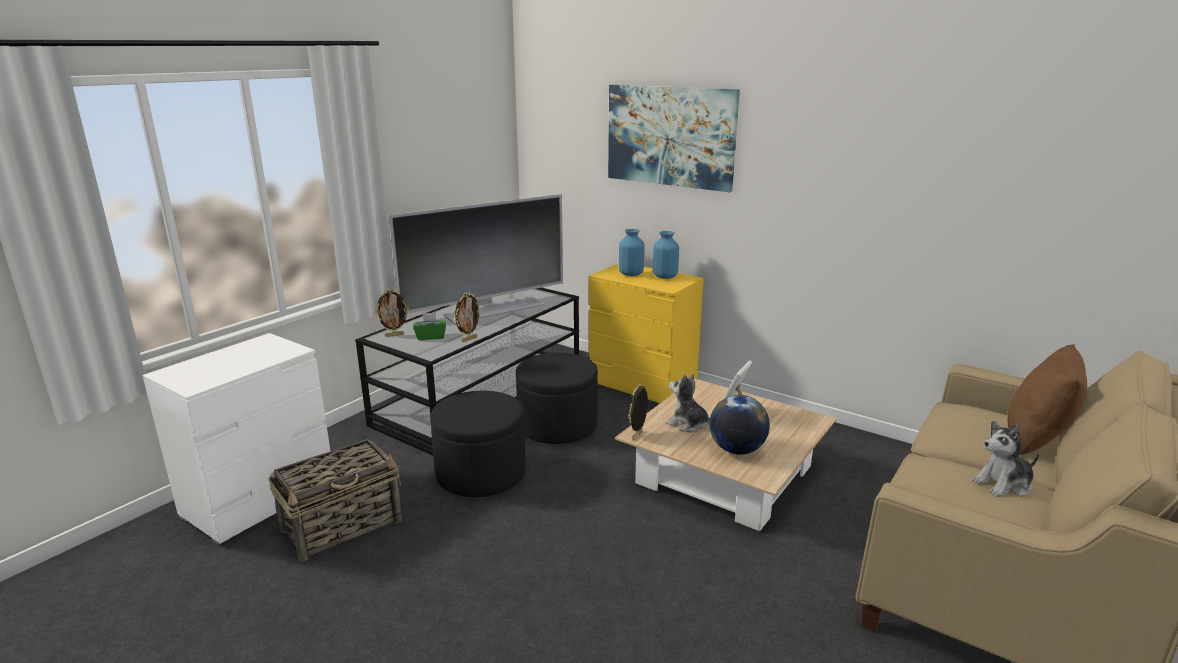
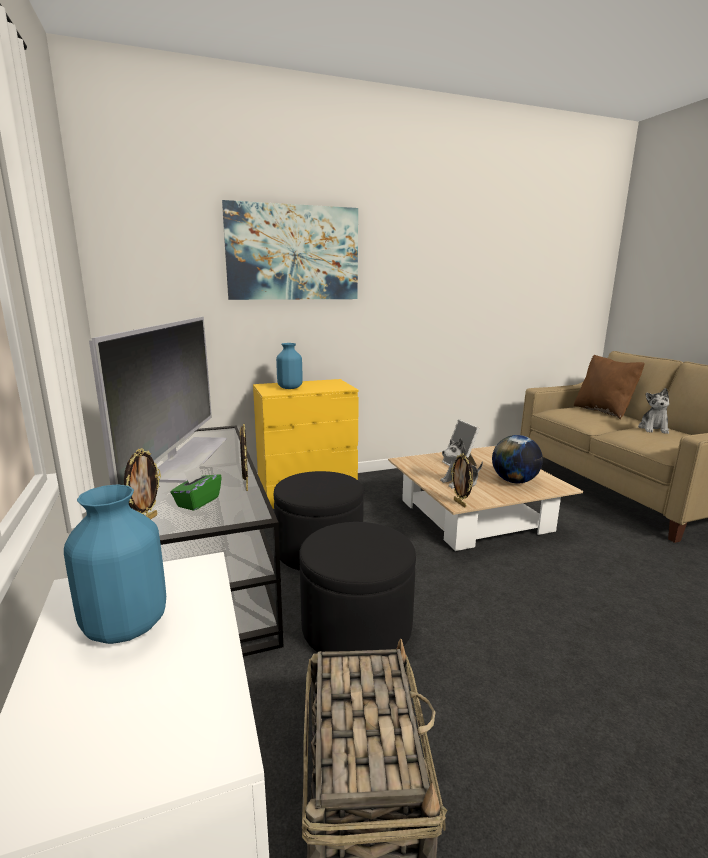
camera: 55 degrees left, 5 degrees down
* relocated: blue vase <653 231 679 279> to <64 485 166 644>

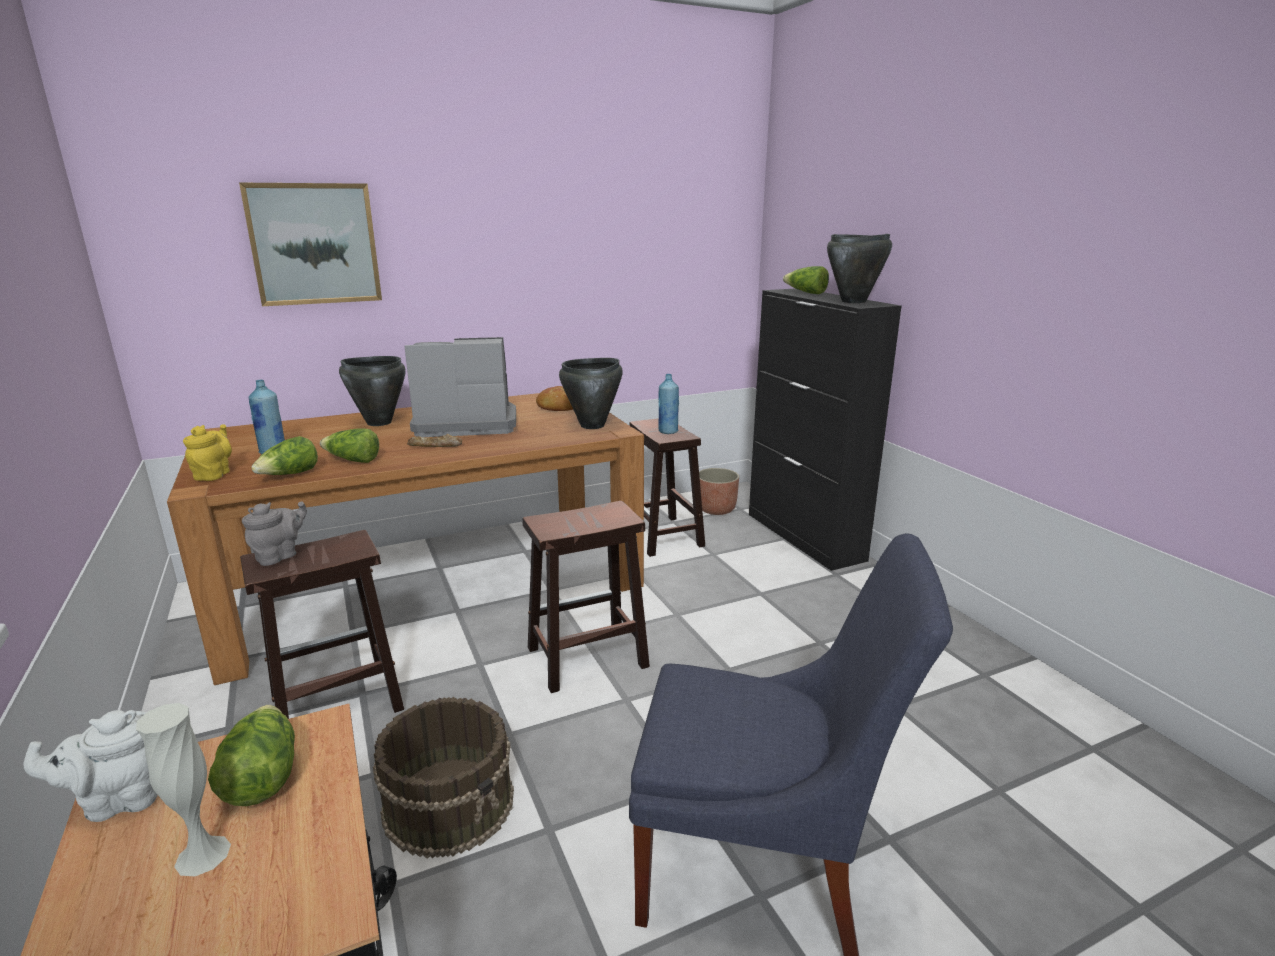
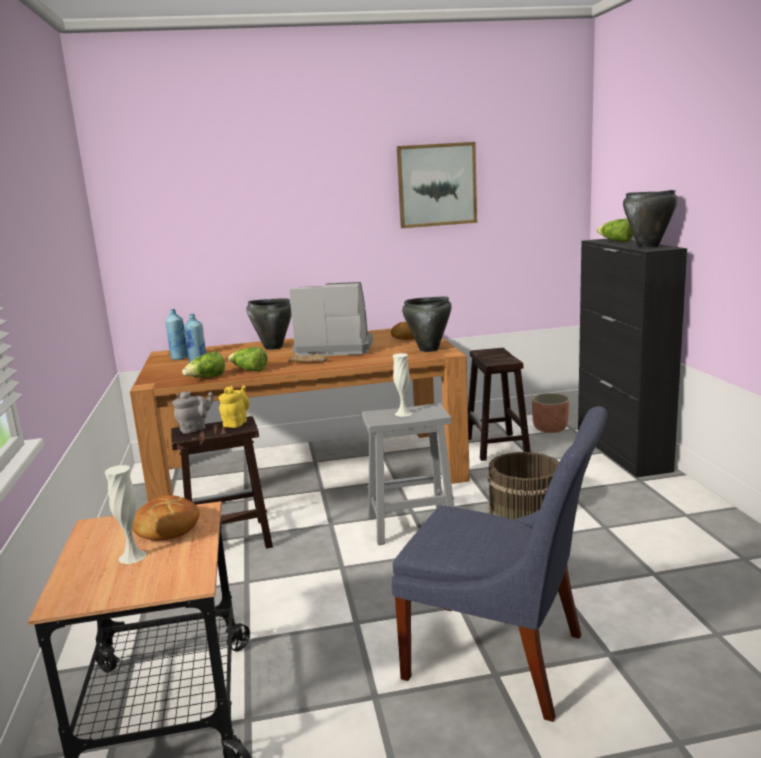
camera: 15 degrees right, 5 degrees down
* relocated: picture <239 183 382 306> to <397 142 477 228>
* relocated: blue bottle <659 374 679 434> to <166 309 188 360>
* relocated: yellow teapot <183 424 232 481> to <219 385 250 428>
* colour: brown stool <522 501 650 693> to grey stool <362 403 454 545>
* relocated: brown bucket <373 697 514 859> to <488 452 559 519>
* exchanged: lettuce <208 705 295 806> to bread <132 495 200 540>
* missing: white teapot <24 710 158 822>
* appeared: white vase <393 353 412 417>

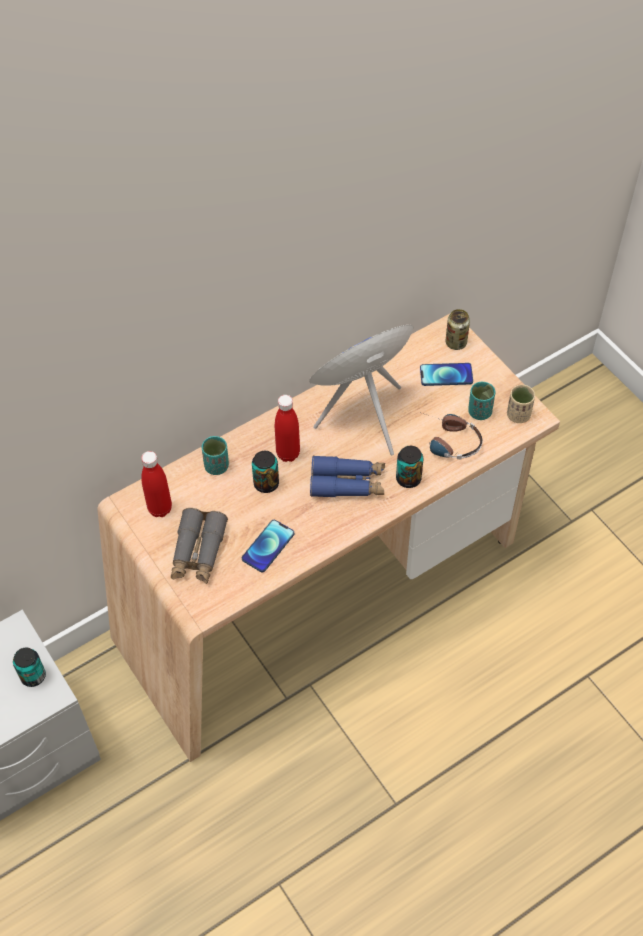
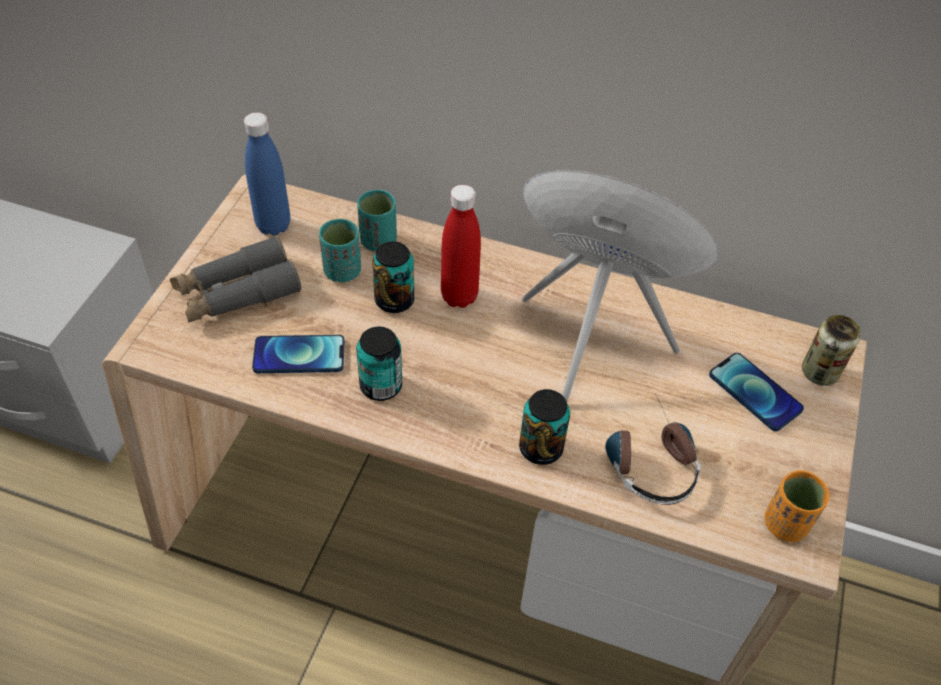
camera: 50 degrees right, 5 degrees down
* relocated: turquoise cup <468 382 495 420> to <319 219 361 282>
* colour: beige cup <507 385 535 423> to orange cup <764 470 829 542>
* colour: red bottle <141 451 172 517> to blue bottle <244 112 290 236>
* missing: blue binoculars <310 456 385 498>
* relocated: can <13 648 46 687> to <356 327 402 401>

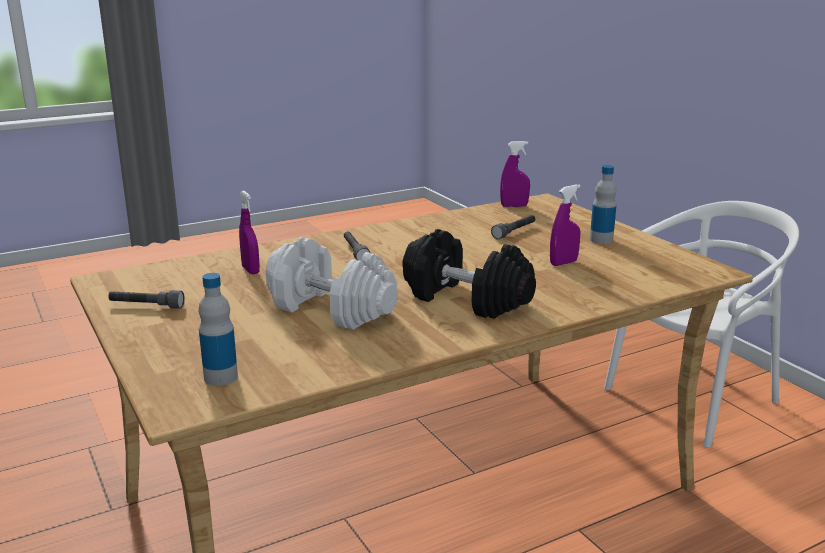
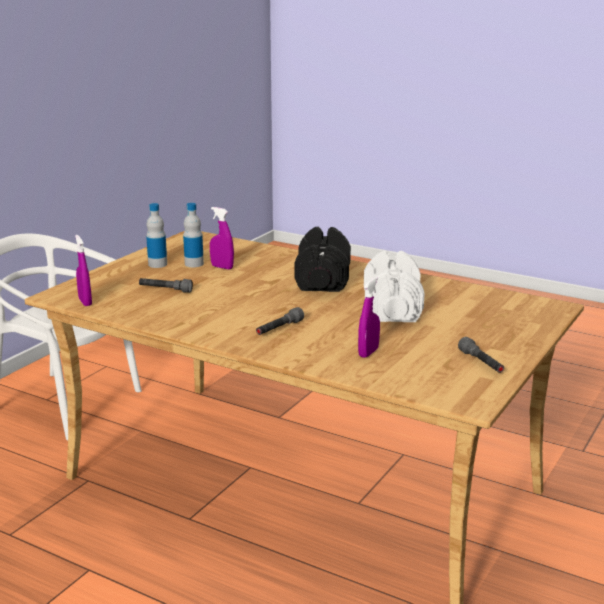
camera: 120 degrees left, 0 degrees up
* relocated: bottle <198 273 238 386> to <183 203 204 267>

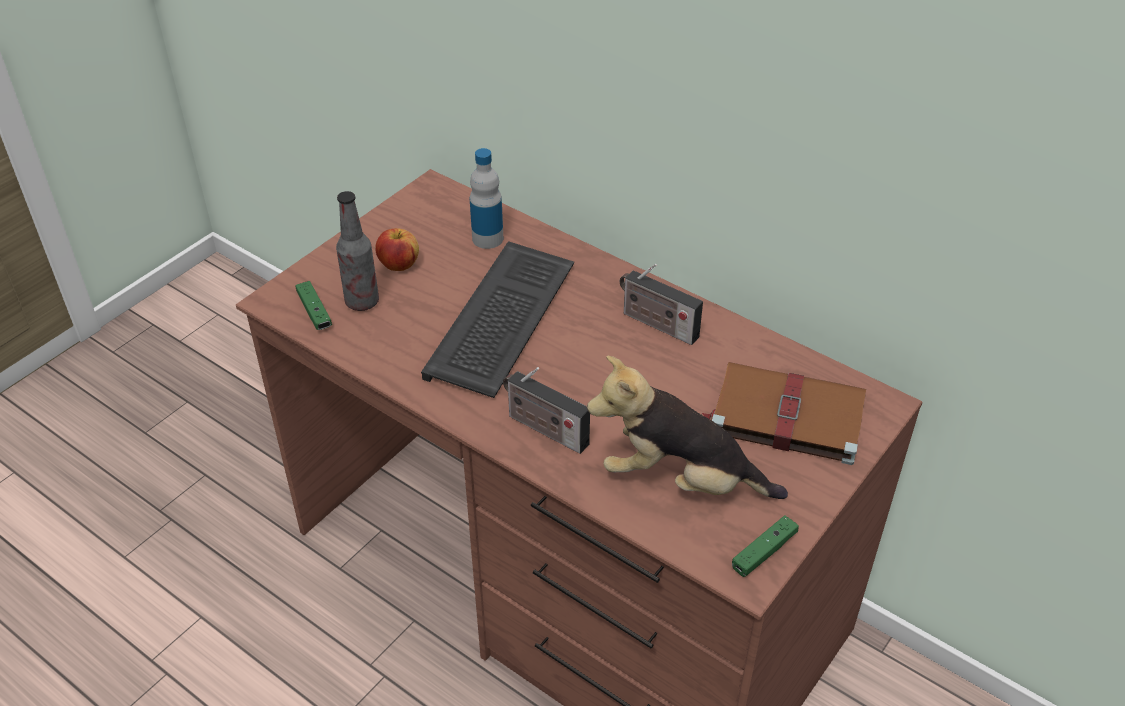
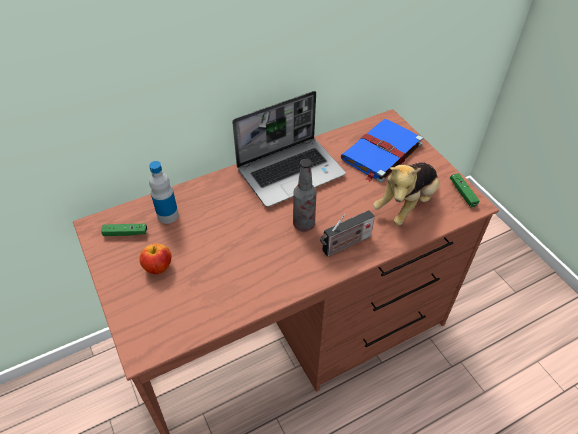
camera: 65 degrees left, 5 degrees up
* relocated: bottle <336 191 379 311> to <293 159 317 231>
* missing: keyboard <421 241 574 398>
* exchanged: radio <619 264 703 345> to laptop <232 91 346 207>
* relocated: green game controller <295 281 332 330> to <101 224 147 236>
* colour: brown book <702 362 866 465> to blue book <341 119 423 182>

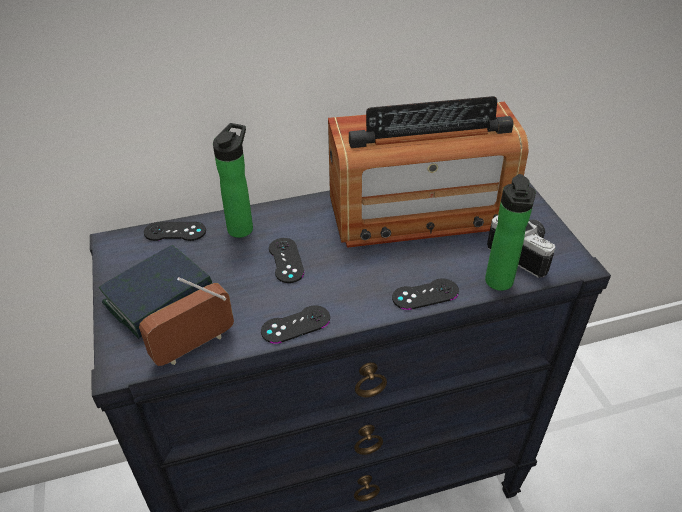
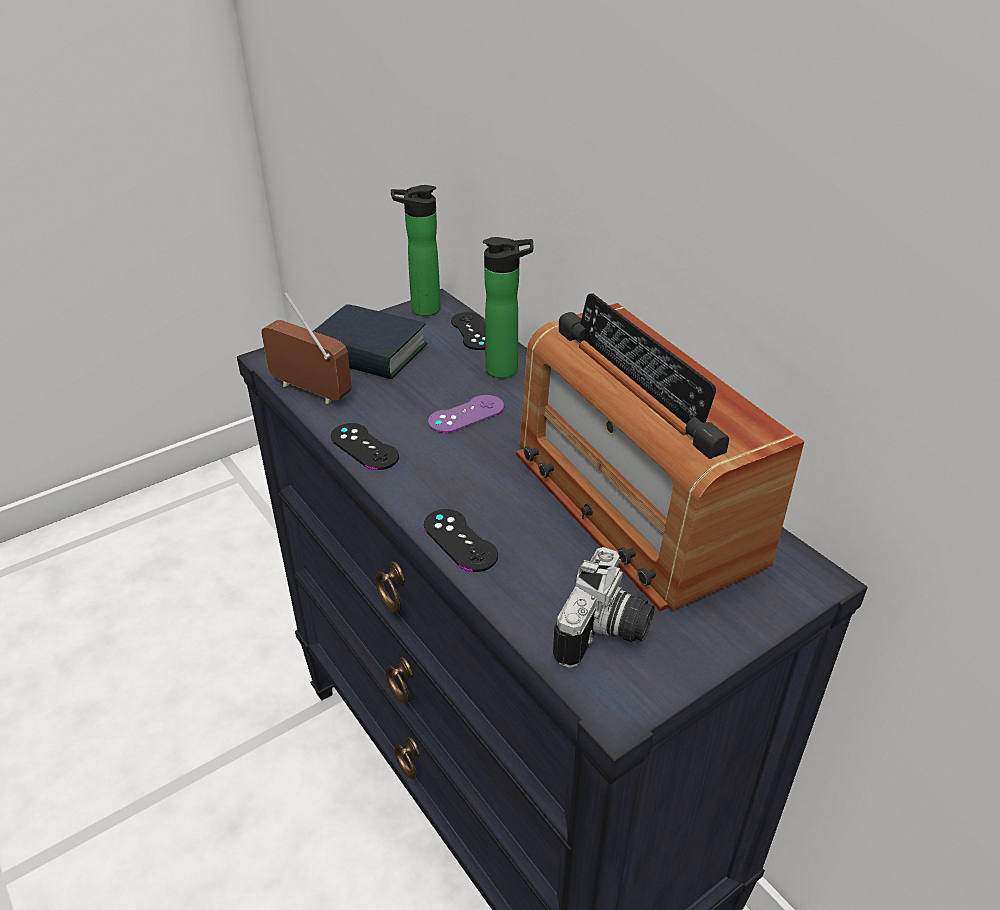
camera: 70 degrees right, 5 degrees down
* relocated: bottle <485 174 536 291> to <391 185 441 316>
* colour: black game controller <269 238 304 283> to purple game controller <428 395 504 433>

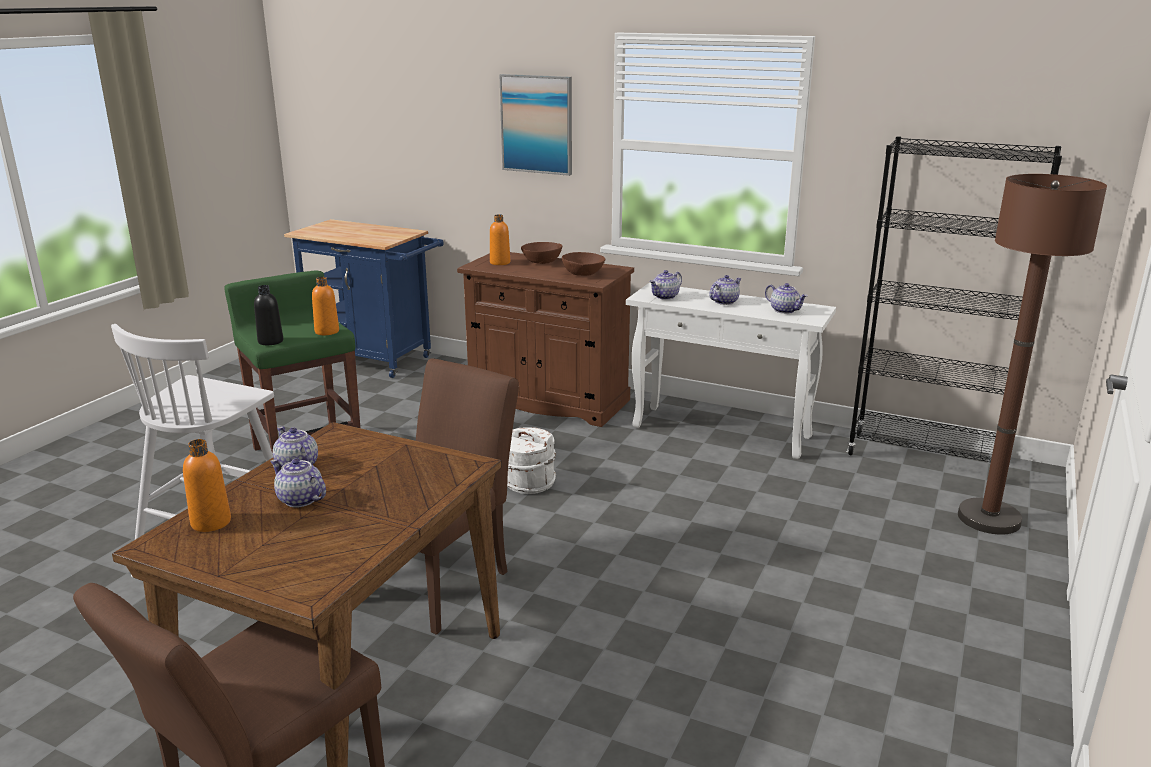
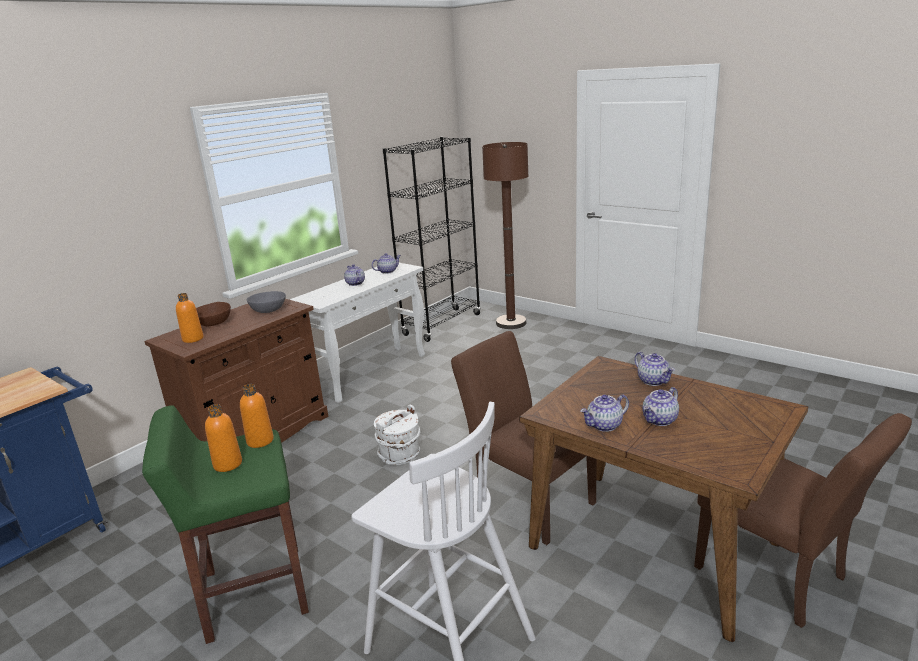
camera: 75 degrees left, 0 degrees up
* missing: picture <500 74 572 176>
* colour: brown bowl <562 252 605 276> to grey bowl <247 291 286 313>
* relocated: teapot <649 270 682 300> to <635 352 675 386>
* missing: black bottle <254 285 283 345>
* relocated: orange bottle <183 439 231 532> to <205 404 242 472>

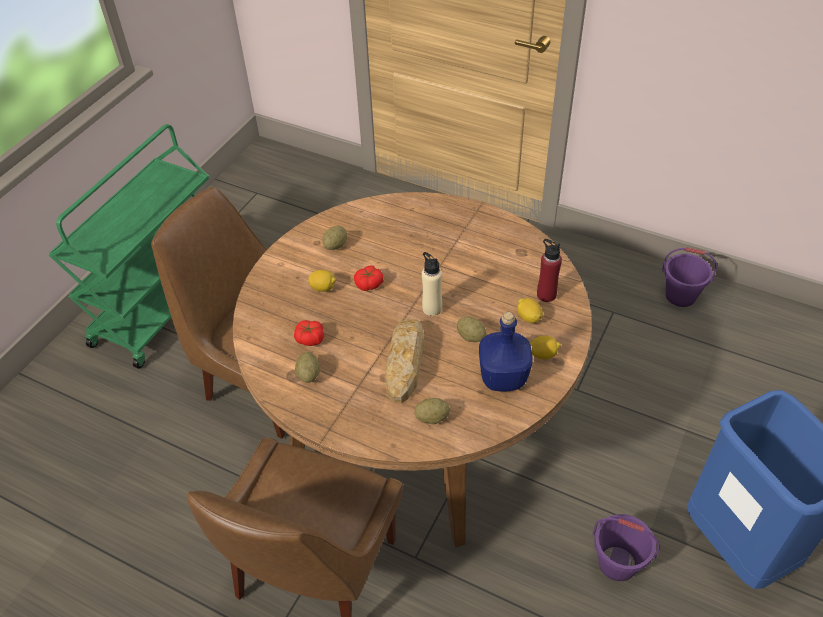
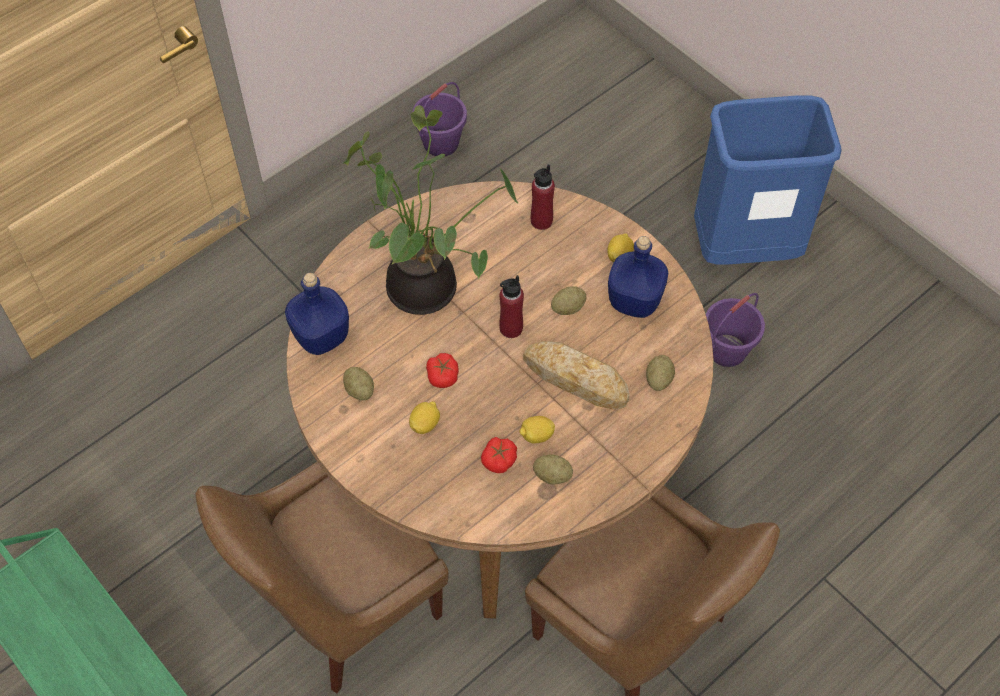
camera: 70 degrees left, 10 degrees up
* colour: beige bottle <422 252 442 316> to red bottle <499 275 524 338>
* relocated: lemon <517 298 543 323> to <520 416 555 443>
* appeared: potted plant <343 105 518 315>
* appeared: blue bottle <285 273 349 355>

